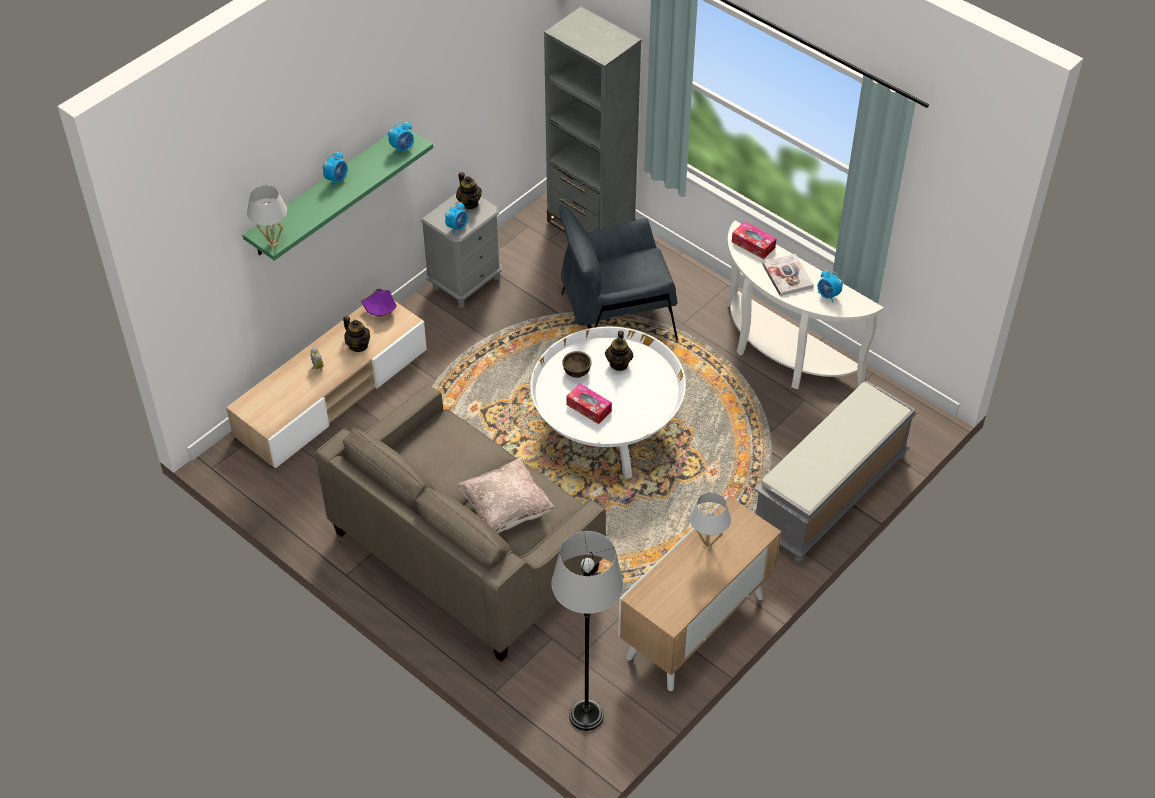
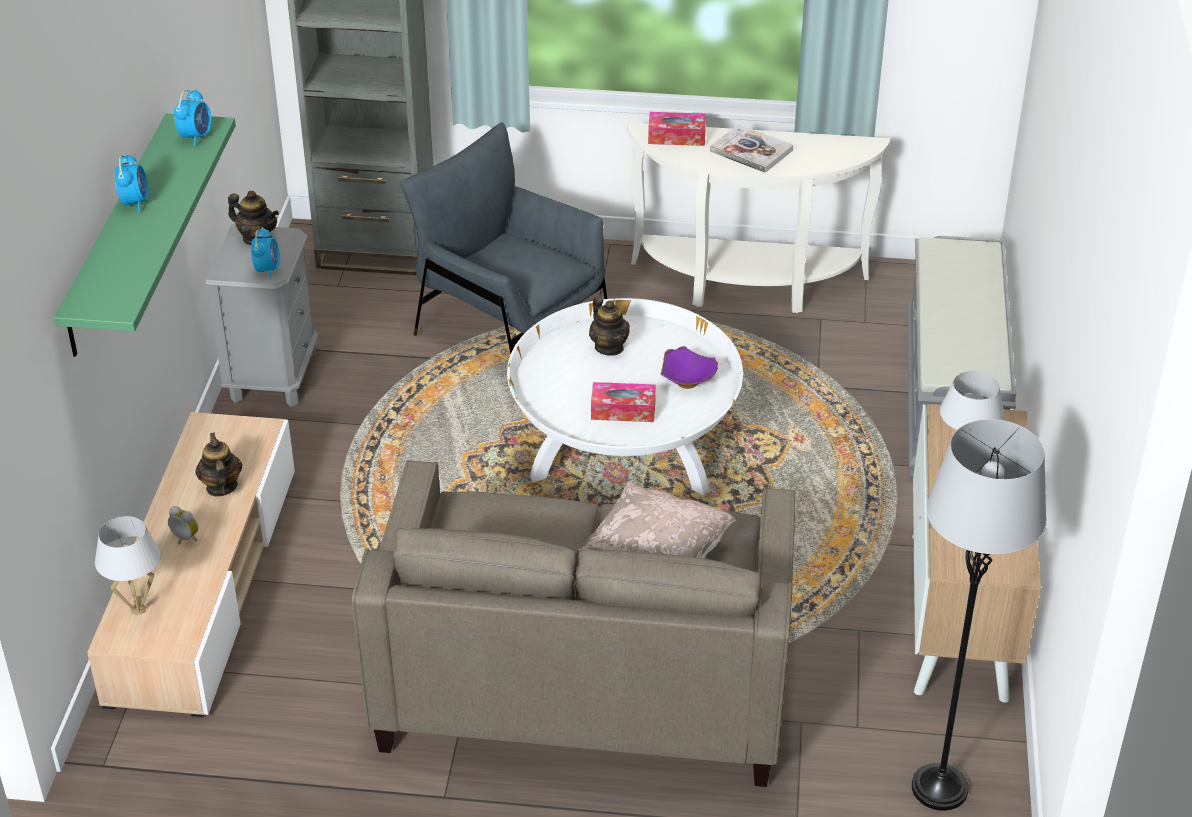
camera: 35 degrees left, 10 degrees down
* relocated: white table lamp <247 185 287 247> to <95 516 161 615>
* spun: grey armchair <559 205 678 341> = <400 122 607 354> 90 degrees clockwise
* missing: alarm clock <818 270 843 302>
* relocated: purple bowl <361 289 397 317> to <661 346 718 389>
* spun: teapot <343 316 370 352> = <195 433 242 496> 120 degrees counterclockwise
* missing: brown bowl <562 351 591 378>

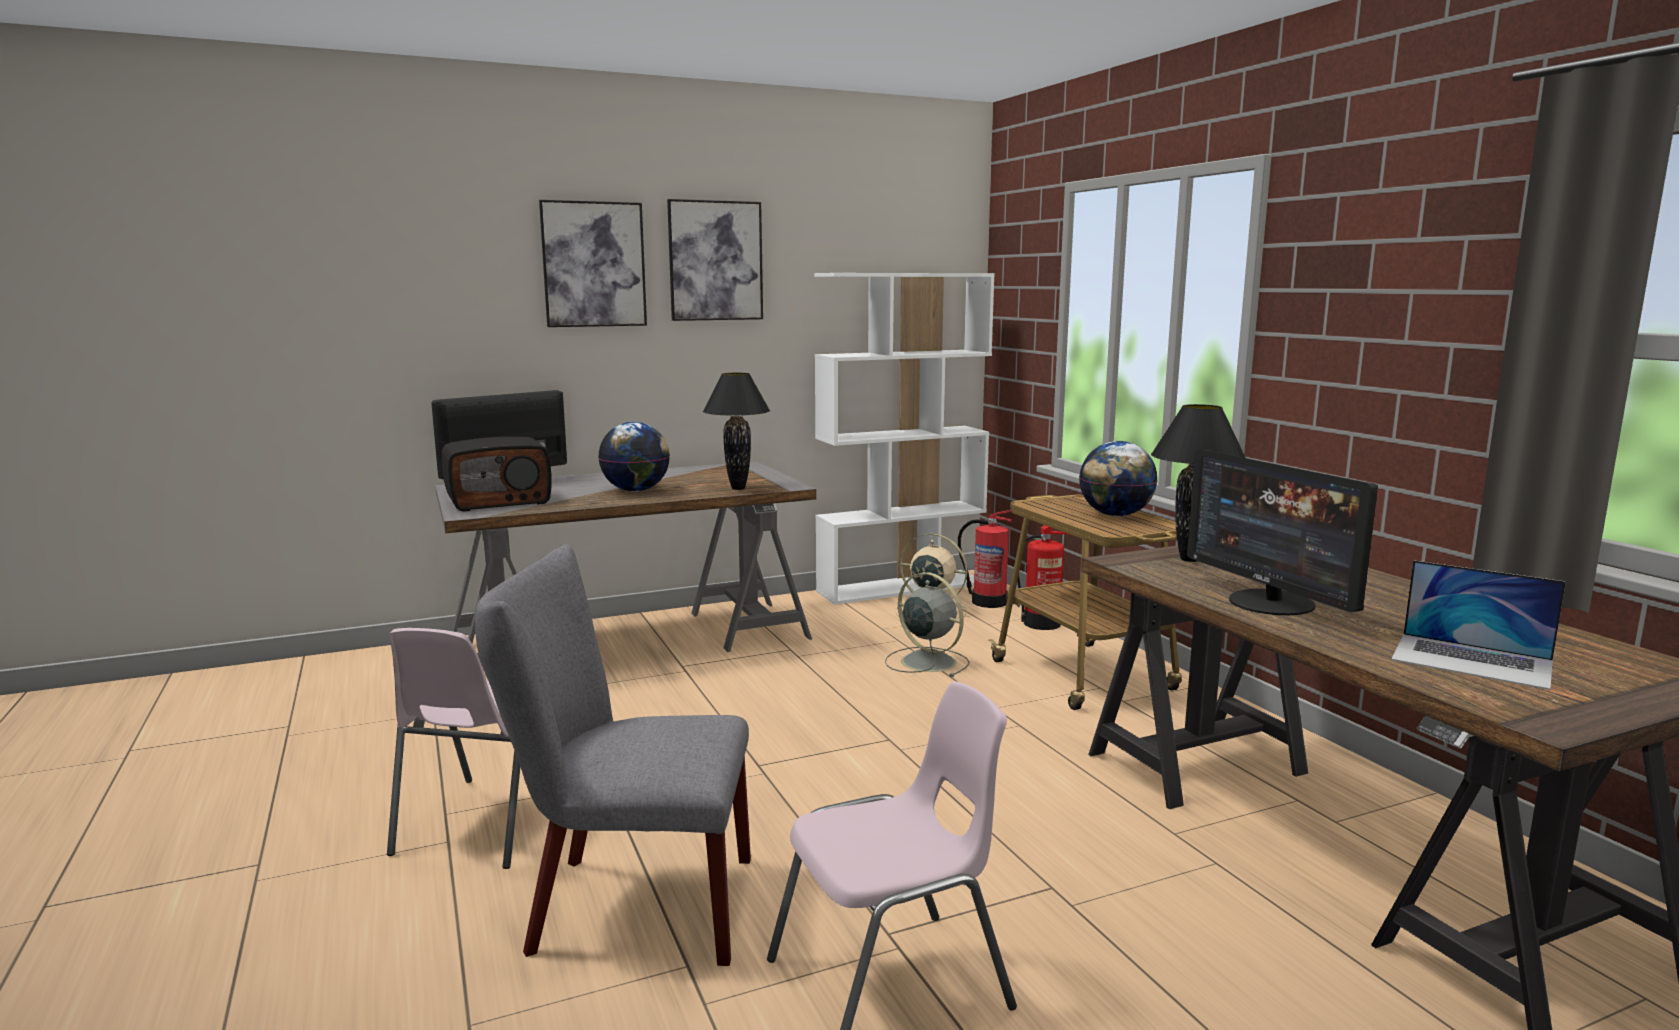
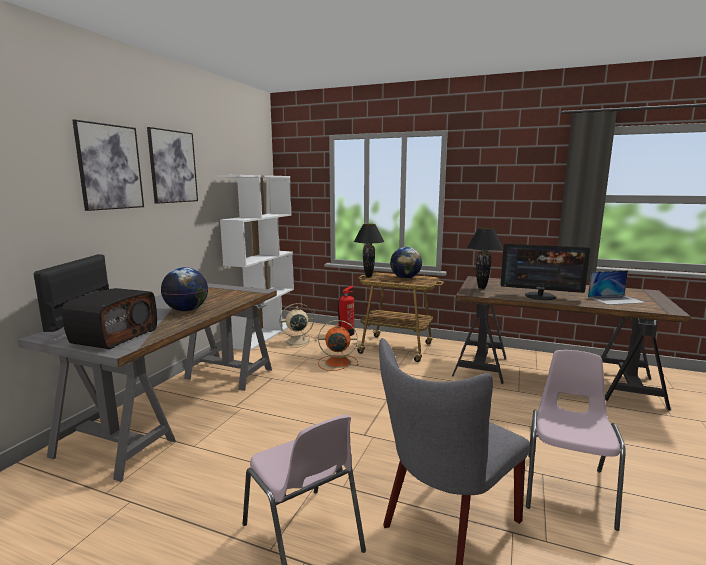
camera: 45 degrees left, 0 degrees up
* relocated: black table lamp <703 373 770 490> to <354 224 384 277>
* missing: fire extinguisher <958 510 1012 608>
* colour: grey fan <885 572 970 677> to orange fan <318 320 359 371>

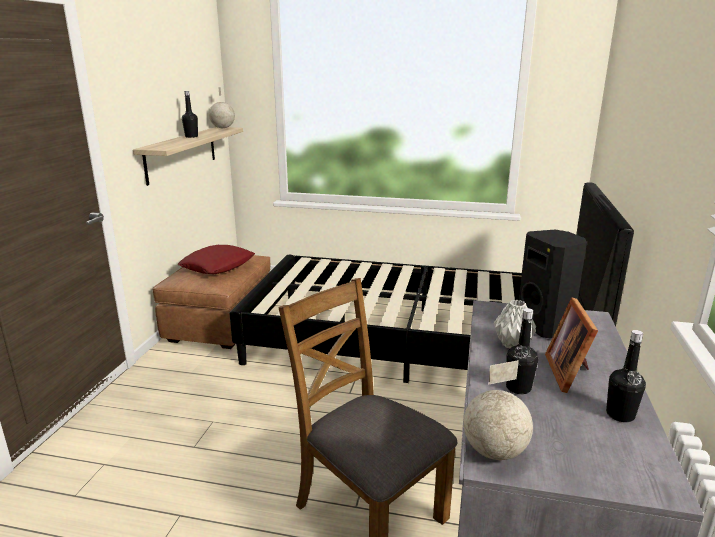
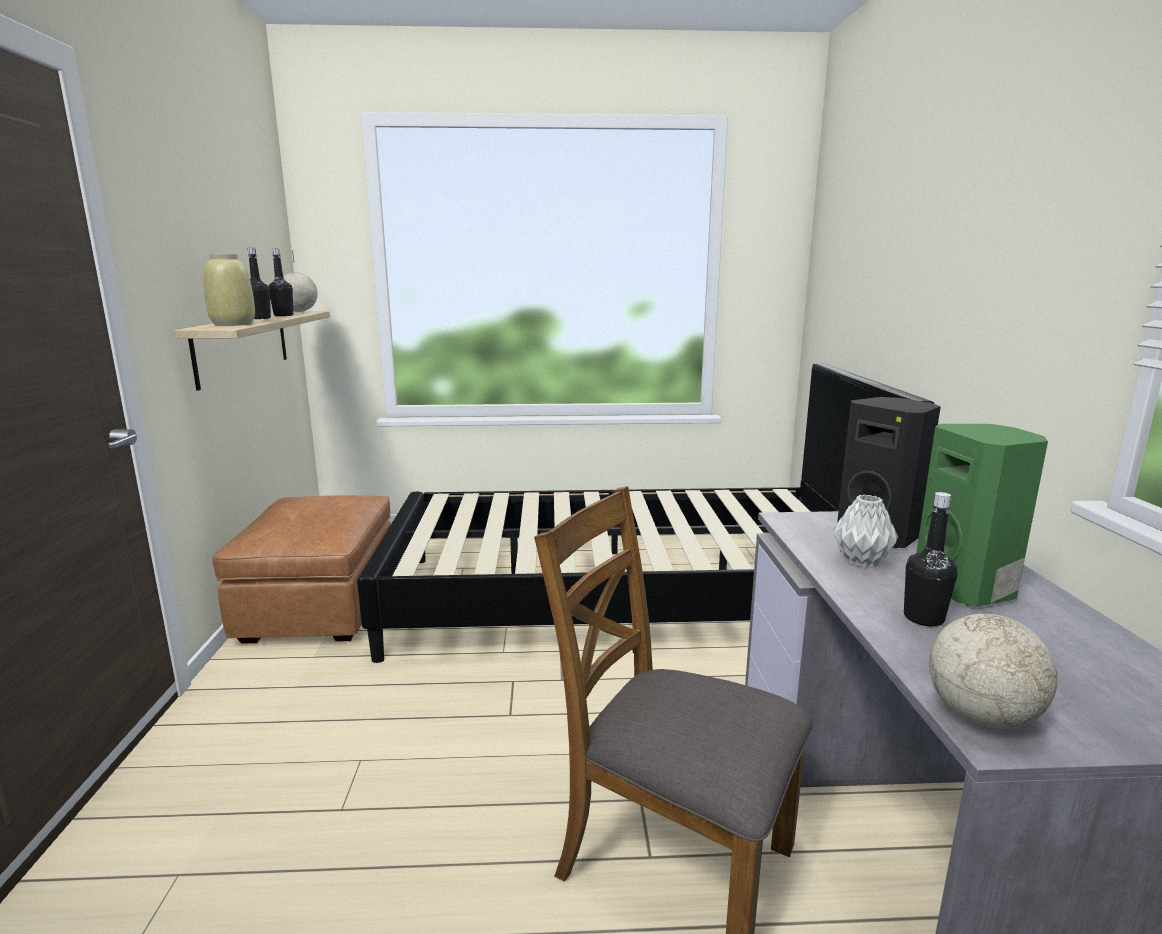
camera: 15 degrees left, 5 degrees down
* missing: red pillow <178 245 255 274>
* exchanged: picture frame <545 297 598 393> to green speaker <916 424 1048 607>
* relocated: black bottle <606 330 646 422> to <269 249 293 316>
* appeared: beige vase <203 253 255 326>

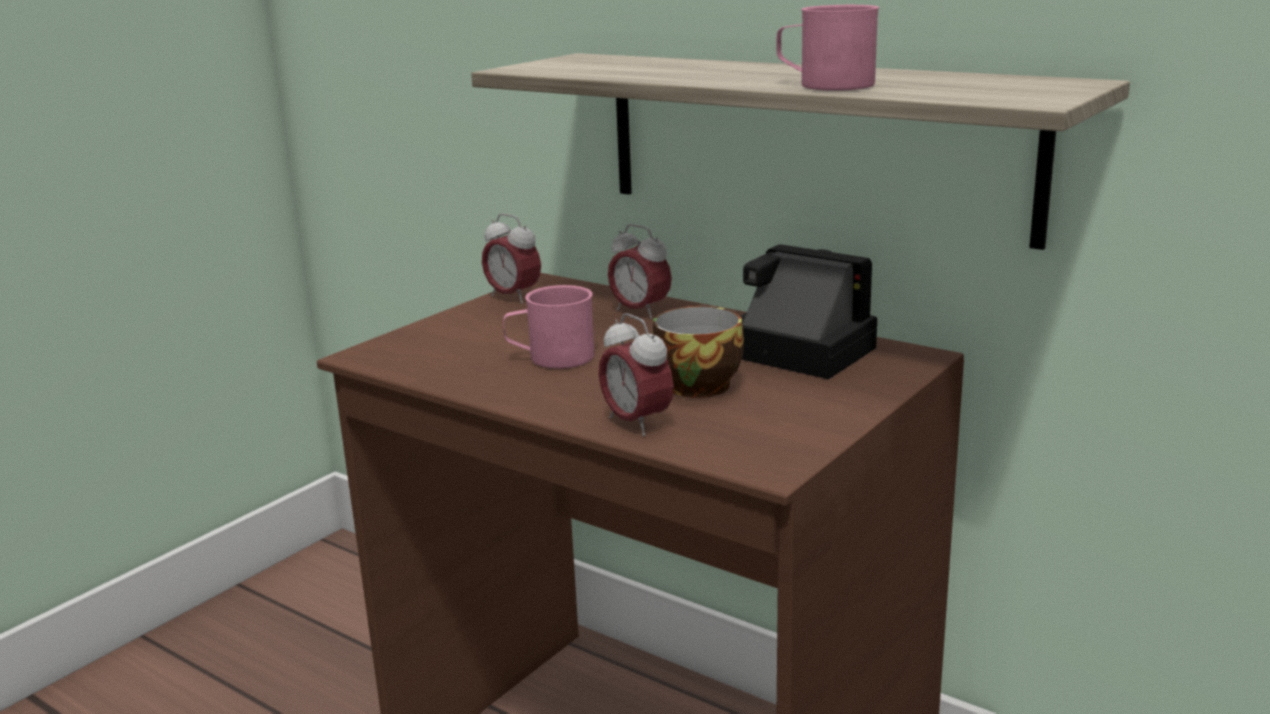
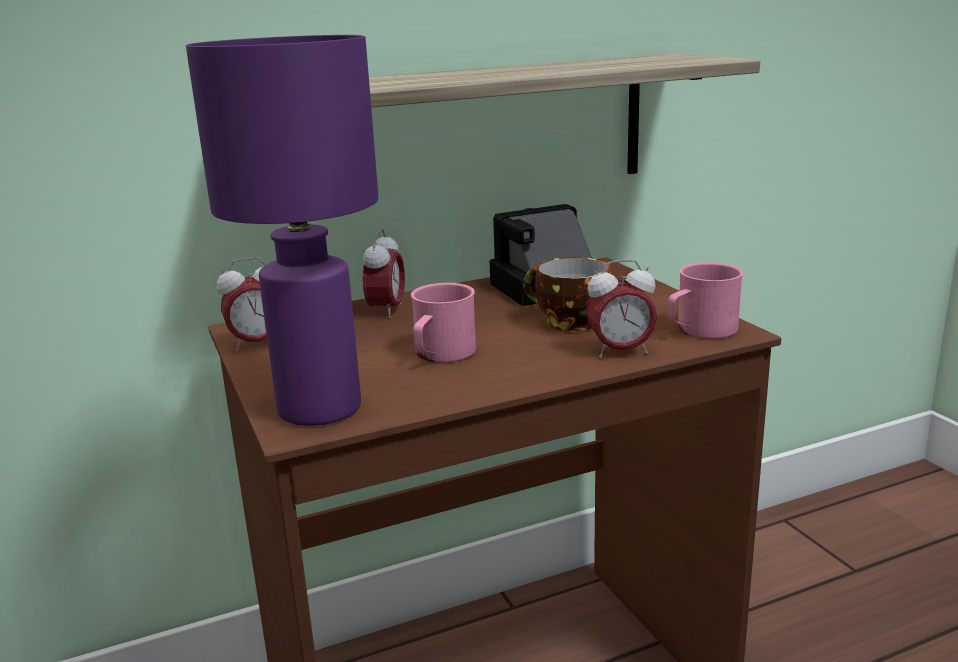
camera: 60 degrees left, 0 degrees up
* relocated: pink mug <777 5 879 91> to <667 262 743 339>
* spun: alarm clock <608 224 672 319> = <363 229 405 318> 60 degrees counterclockwise
* appeared: purple table lamp <186 35 379 426>

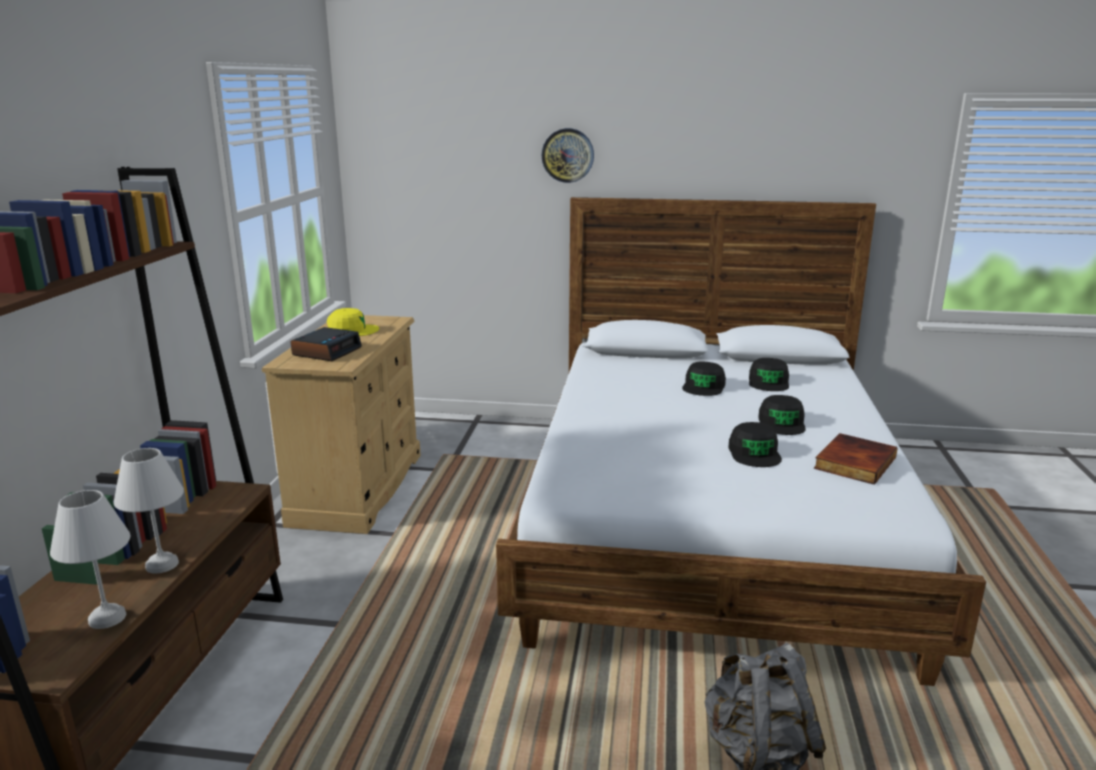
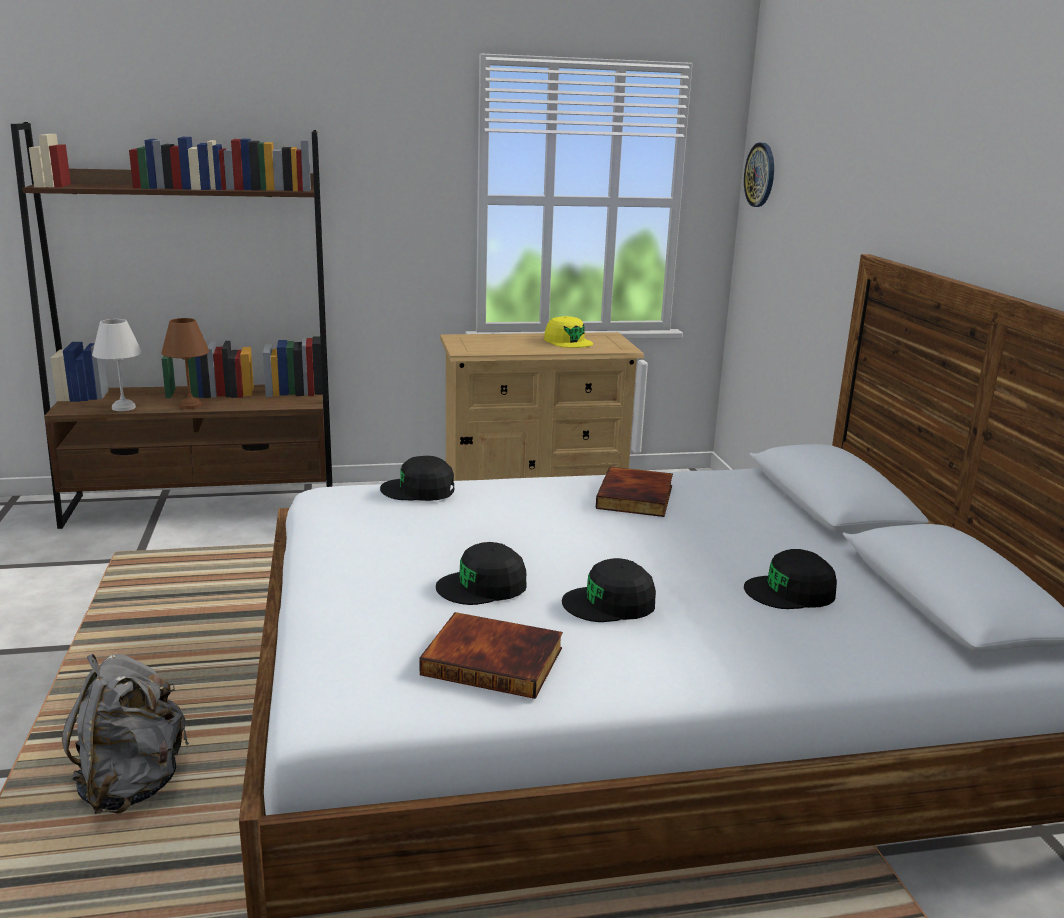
camera: 70 degrees right, 0 degrees up
* relocated: wall clock <542 128 594 183> to <744 143 774 207>
* missing: alarm clock <291 327 362 361>
* relocated: black cap <682 361 726 396> to <380 456 454 501>
* colour: white table lamp <113 448 184 574> to brown table lamp <162 318 209 409>
* appeared: book <596 467 673 517>

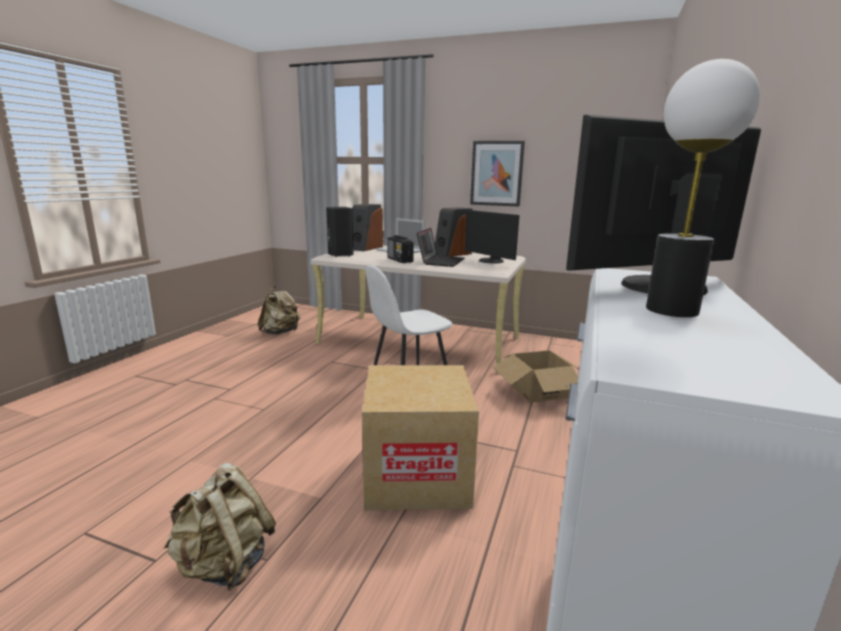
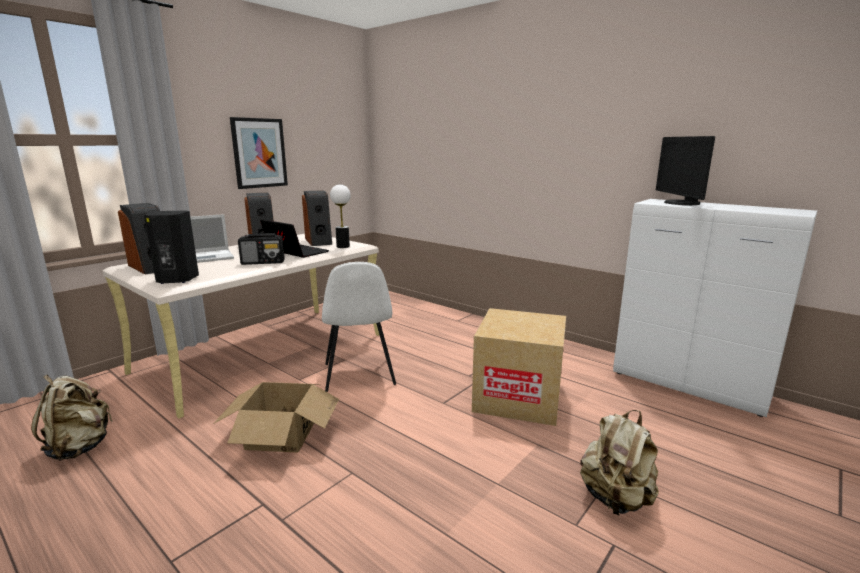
camera: 70 degrees left, 0 degrees up
* relocated: table lamp <646 59 760 317> to <330 184 351 248>
* exchanged: monitor <465 210 520 263> to speaker <302 190 332 246>
* relocated: cardboard box <493 350 579 403> to <213 382 339 453>

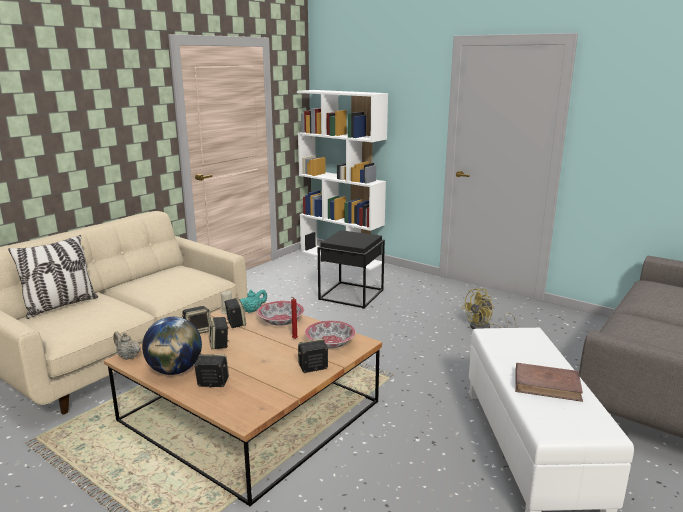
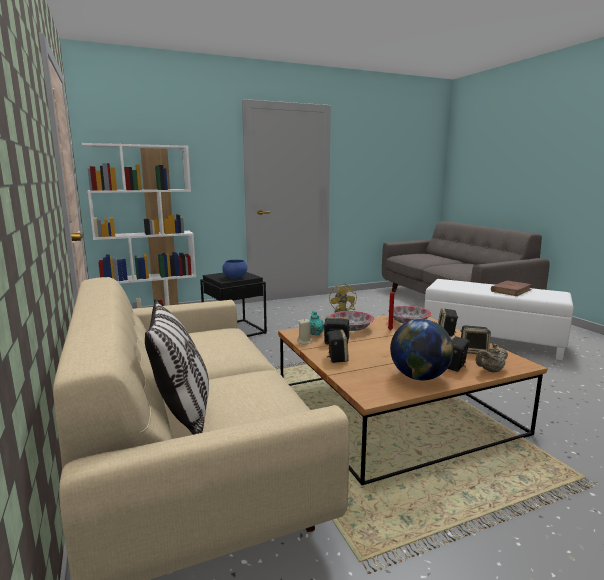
camera: 60 degrees left, 5 degrees down
* relocated: speaker <209 317 228 350> to <461 325 491 354>
* relocated: beige teapot <113 332 141 360> to <476 344 508 373>
* appeared: blue bowl <222 260 247 279>

